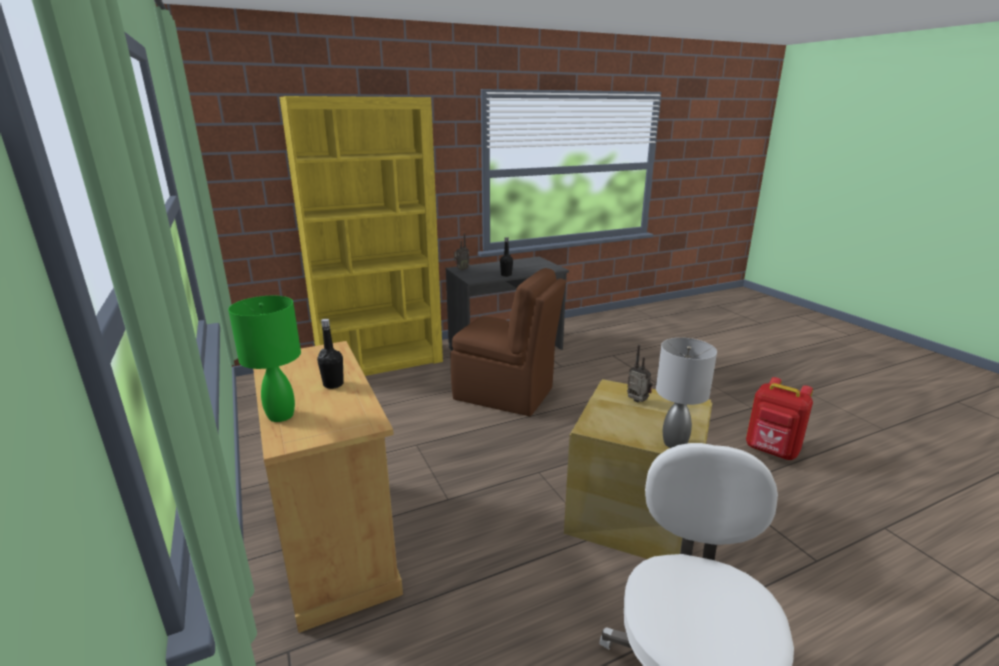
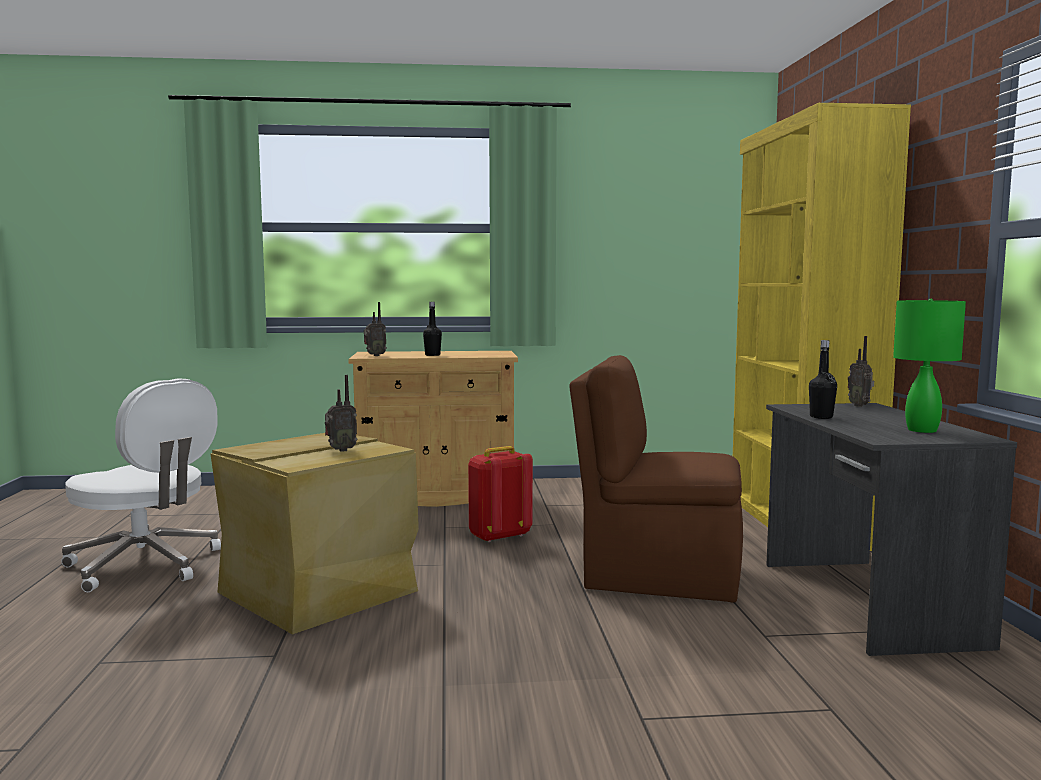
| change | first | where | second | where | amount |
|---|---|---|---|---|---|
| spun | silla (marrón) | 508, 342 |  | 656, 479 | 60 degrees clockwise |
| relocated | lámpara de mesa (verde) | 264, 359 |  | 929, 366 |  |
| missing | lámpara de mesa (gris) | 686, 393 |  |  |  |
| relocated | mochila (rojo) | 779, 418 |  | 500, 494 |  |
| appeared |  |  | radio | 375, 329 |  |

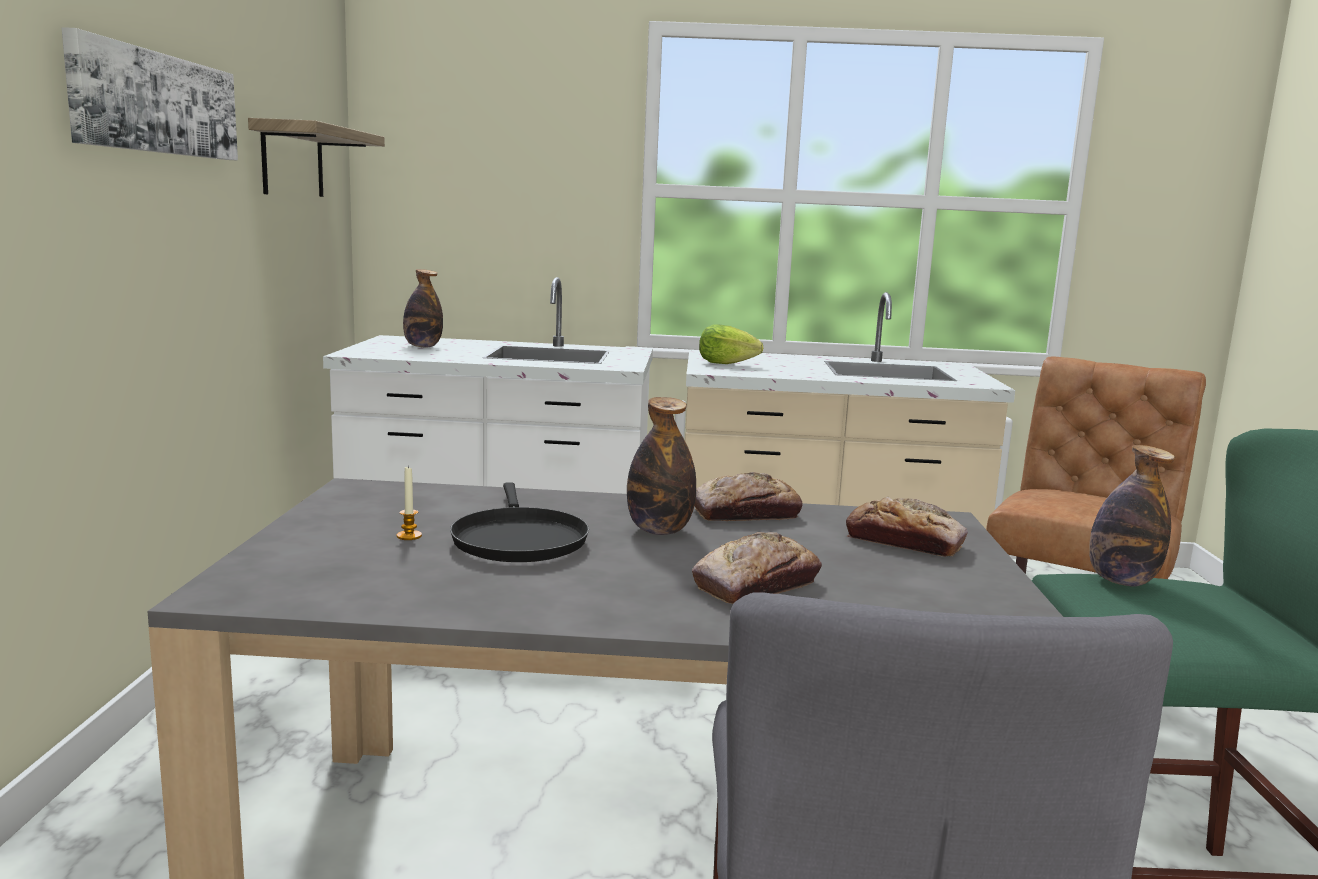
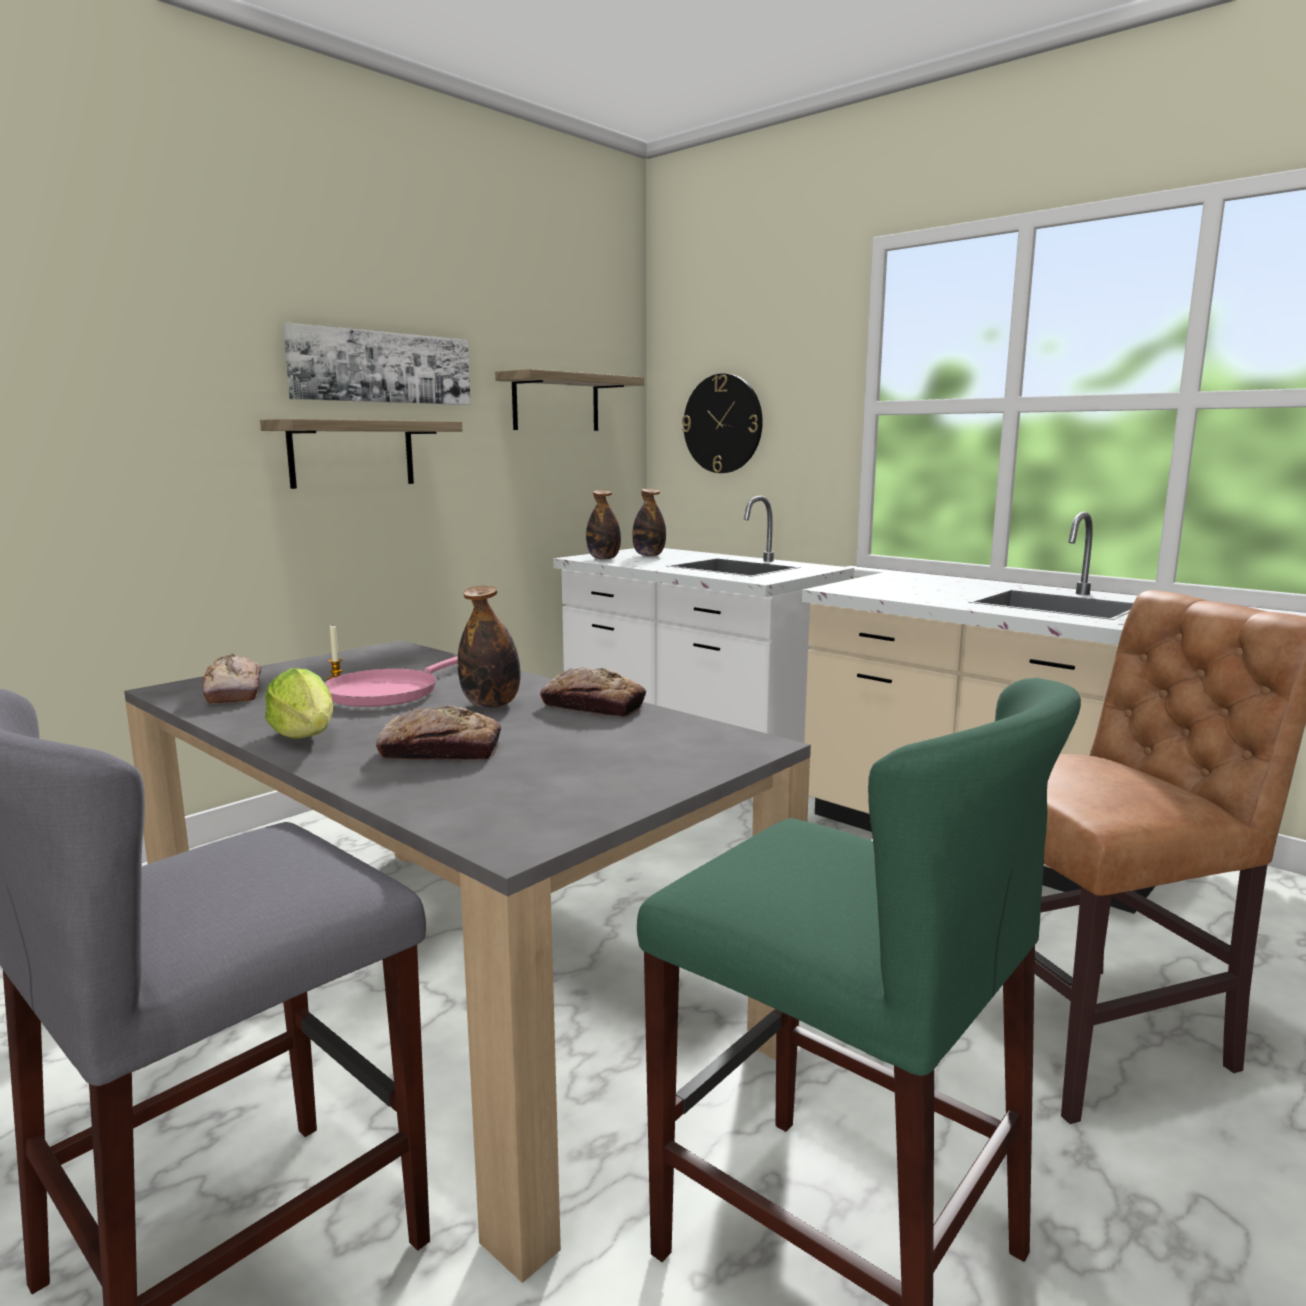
| change | first | where | second | where | amount |
|---|---|---|---|---|---|
| relocated | lechuga | 731, 344 |  | 299, 703 |  |
| relocated | botella | 1132, 515 |  | 603, 525 |  |
| colour | sartén (negro) | 519, 522 | sartén (rosa) | 391, 681 |  |
| relocated | pan | 907, 527 |  | 231, 678 |  |
| appeared |  |  | reloj de pared | 722, 423 |  |
| appeared |  |  | estante | 361, 454 |  |

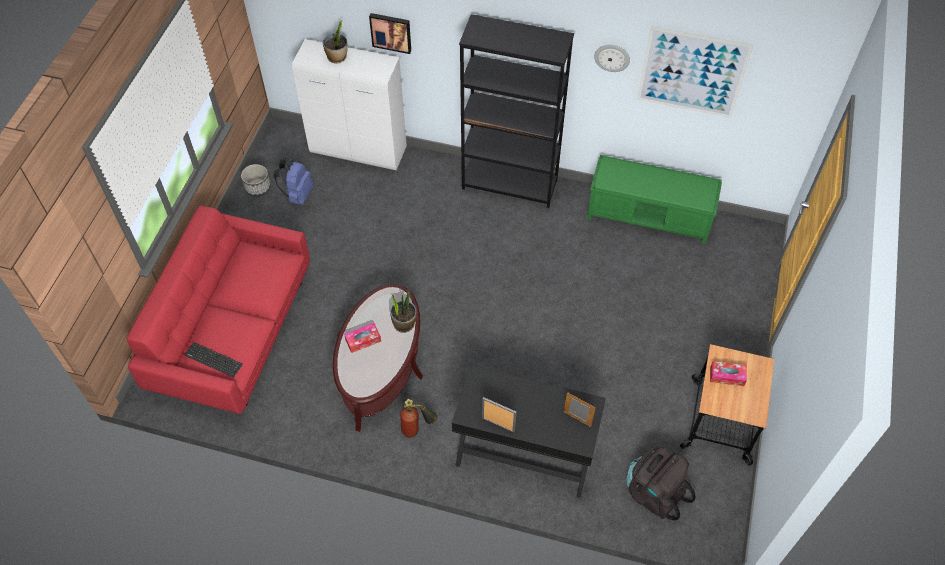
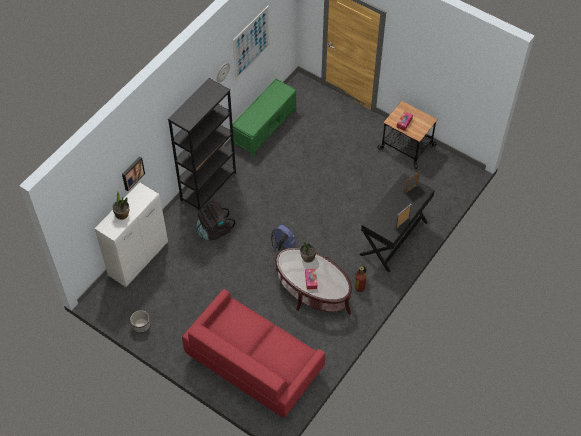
| change | first | where | second | where | amount |
|---|---|---|---|---|---|
| relocated | mochila (azul) | 293, 181 |  | 283, 238 |  |
| missing | teclado | 214, 359 |  |  |  |
| relocated | mochila (negro) | 661, 483 |  | 215, 220 |  |

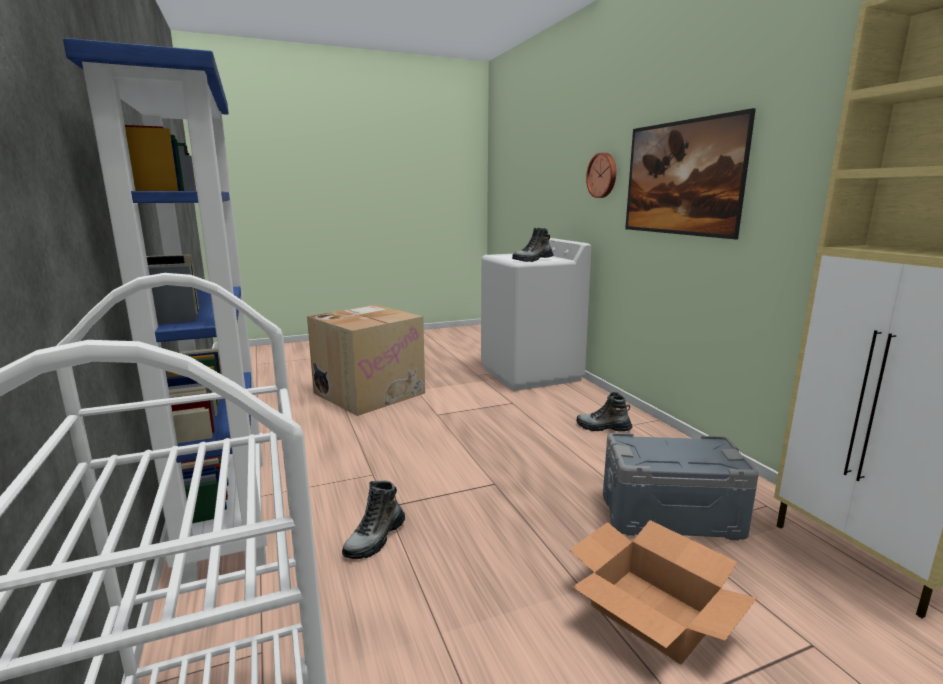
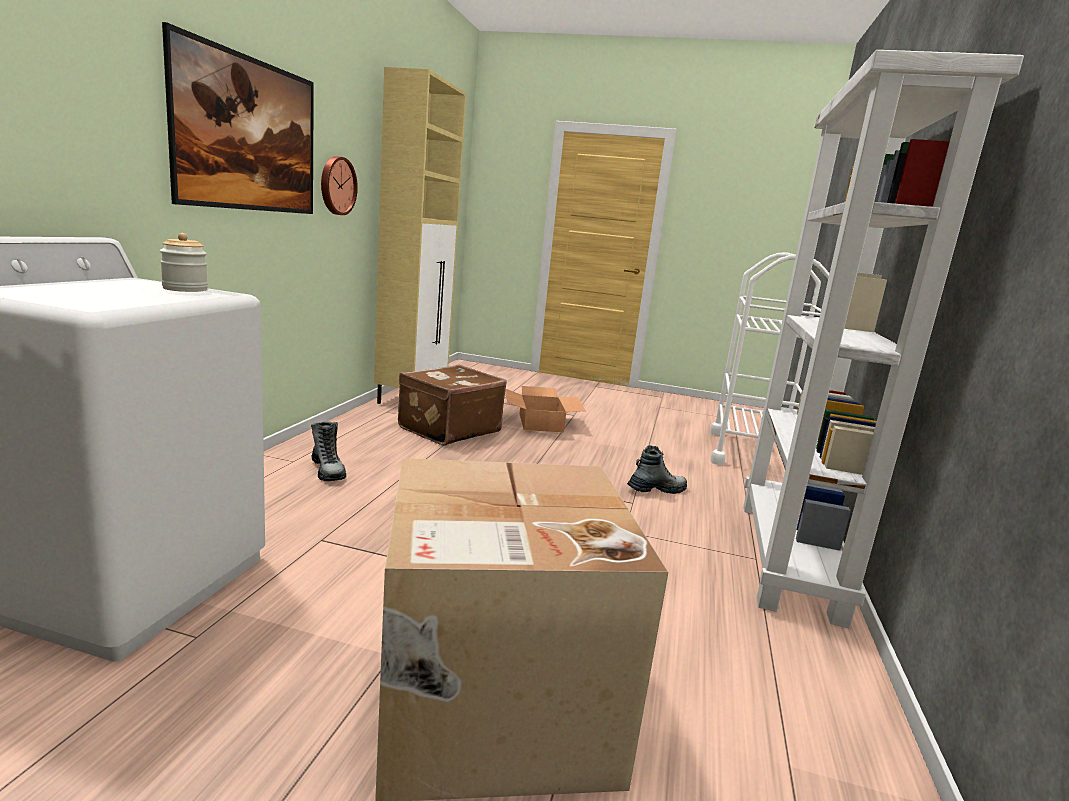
| change | first | where | second | where | amount |
|---|---|---|---|---|---|
| colour | estantería (azul) | 165, 311 | estantería (blanco) | 884, 339 |  |
| relocated | reloj de pared | 601, 175 |  | 339, 185 |  |
| exchanged | bota | 533, 244 | tarro | 184, 262 |  |
| exchanged | caja de almacenaje (gris) | 681, 486 | maleta (marrón) | 452, 405 |  |

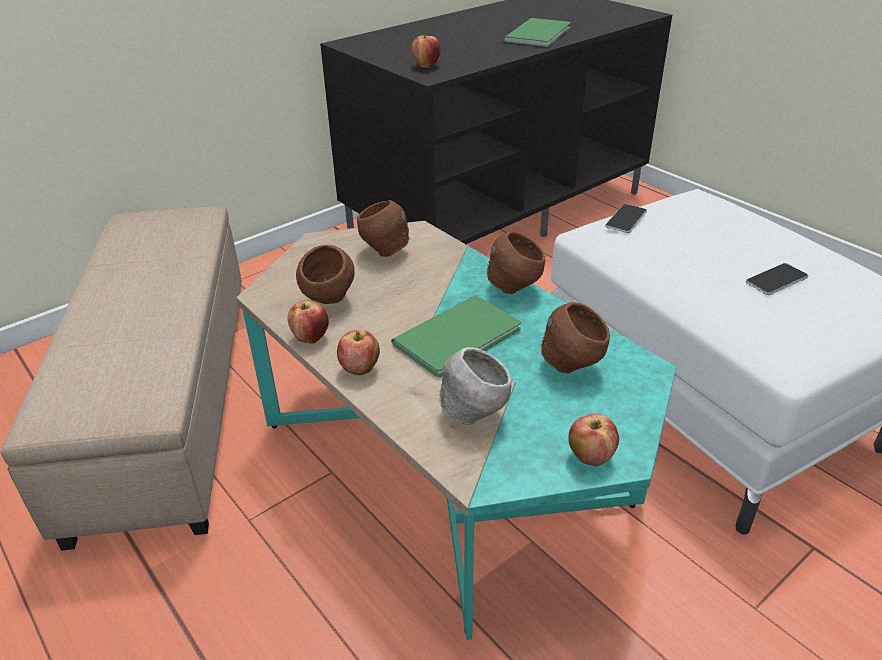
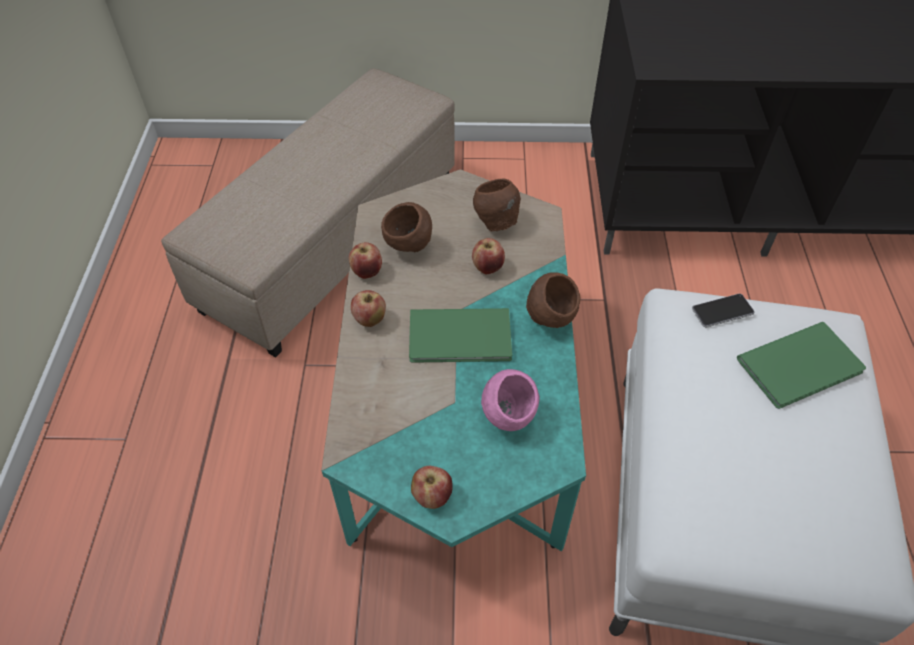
| change | first | where | second | where | amount |
|---|---|---|---|---|---|
| relocated | libro (verde) | 537, 32 |  | 801, 365 |  |
| relocated | manzana | 426, 51 |  | 488, 256 |  |
| missing | móvil | 777, 279 |  |  |  |
| colour | cuenco (marrón) | 575, 338 | cuenco (rosa) | 510, 400 |  |
| missing | cuenco (gris) | 475, 386 |  |  |  |

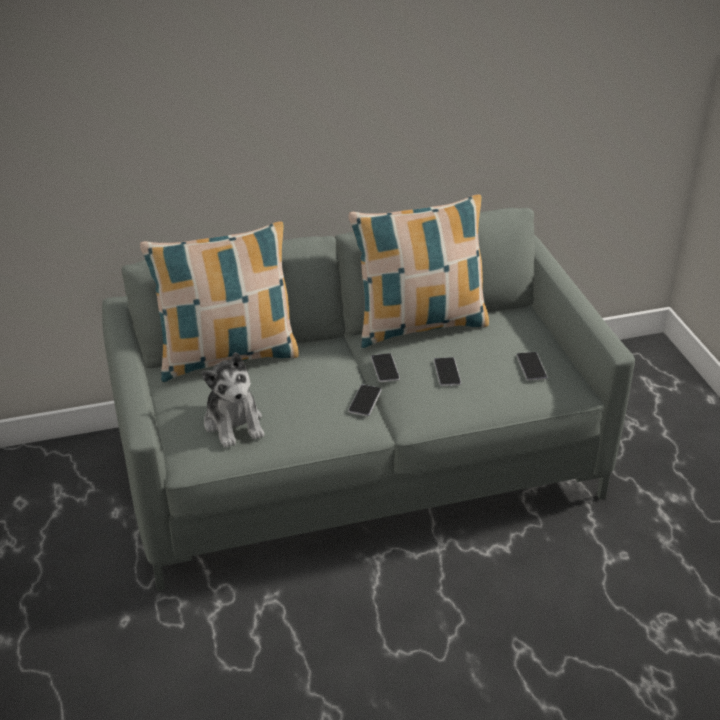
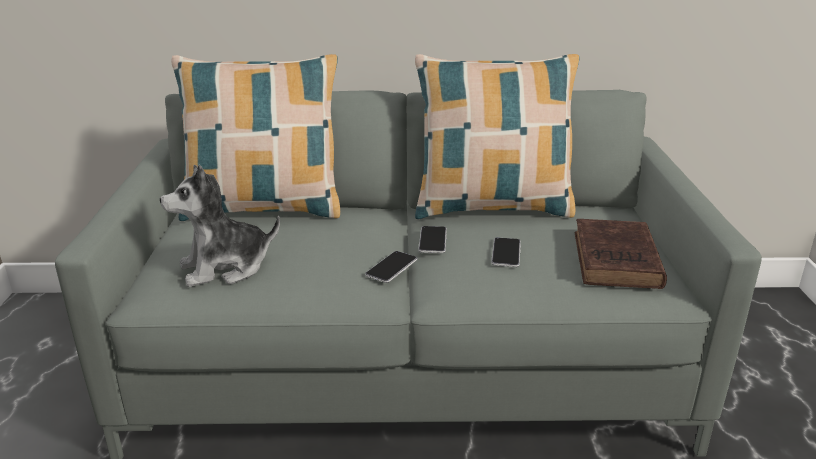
| change | first | where | second | where | amount |
|---|---|---|---|---|---|
| spun | peluche | 232, 400 |  | 220, 226 | 75 degrees clockwise |
| exchanged | móvil | 531, 366 | libro (marrón) | 620, 254 |  |

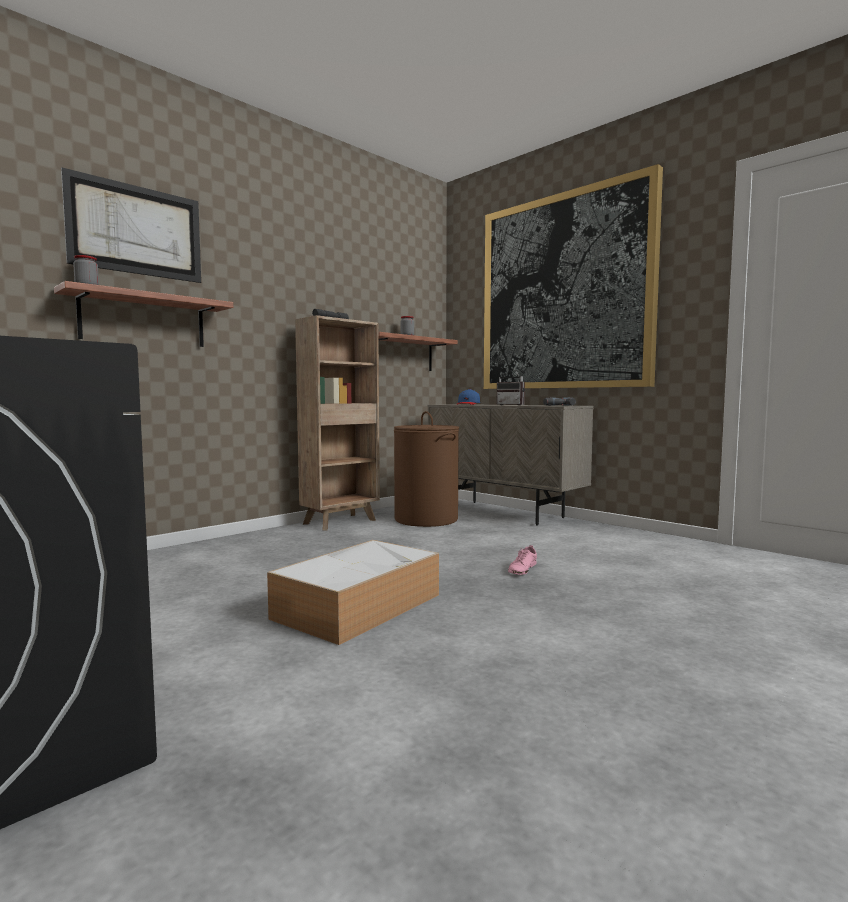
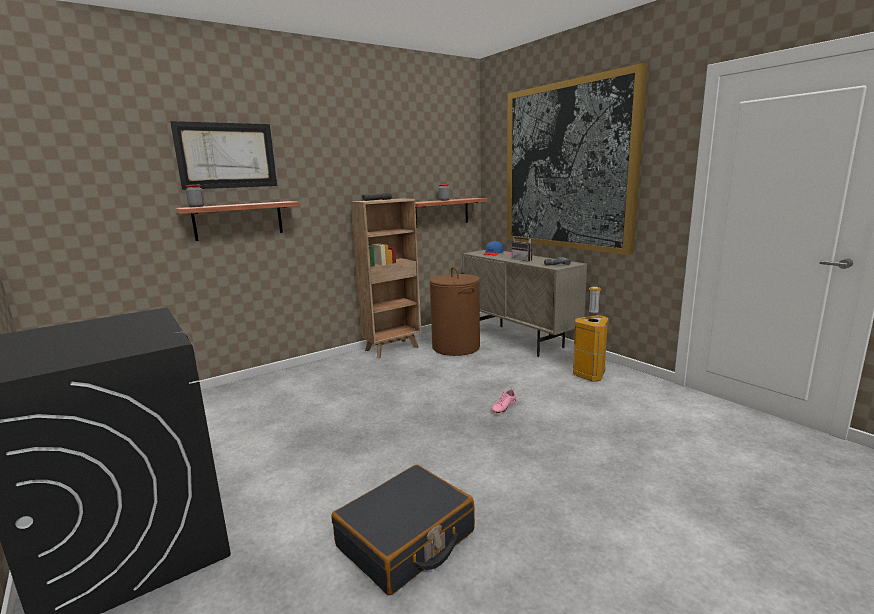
| change | first | where | second | where | amount |
|---|---|---|---|---|---|
| missing | caja de almacenaje | 353, 592 |  |  |  |
| appeared |  |  | papelera | 591, 334 |  |
| appeared |  |  | maleta (negro) | 403, 530 |  |

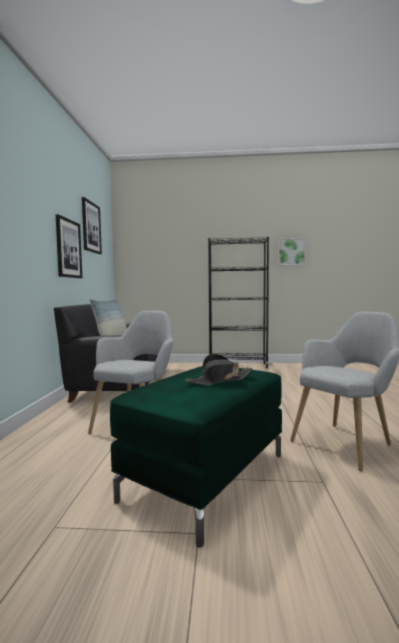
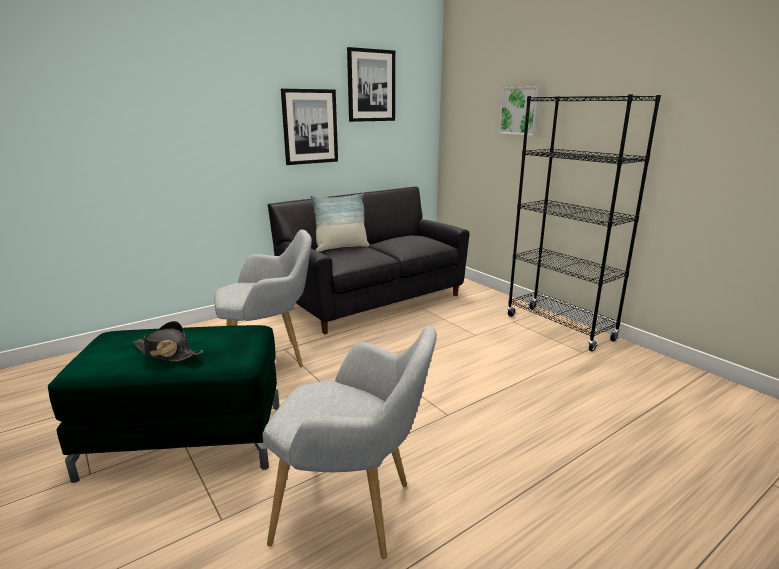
| change | first | where | second | where | amount |
|---|---|---|---|---|---|
| relocated | cuadro | 292, 252 |  | 520, 111 |  |

